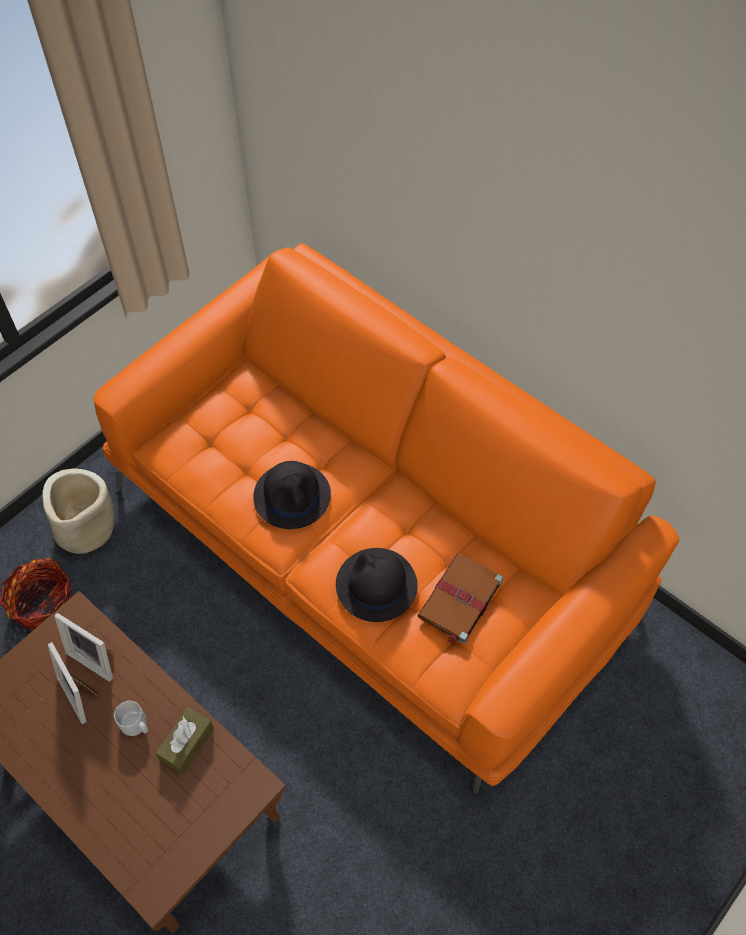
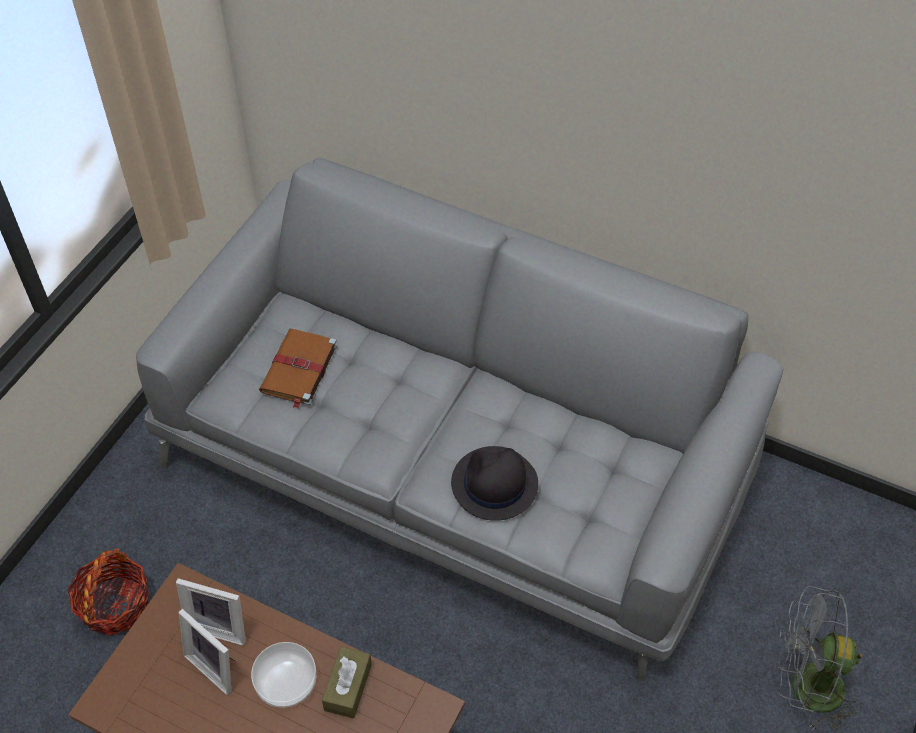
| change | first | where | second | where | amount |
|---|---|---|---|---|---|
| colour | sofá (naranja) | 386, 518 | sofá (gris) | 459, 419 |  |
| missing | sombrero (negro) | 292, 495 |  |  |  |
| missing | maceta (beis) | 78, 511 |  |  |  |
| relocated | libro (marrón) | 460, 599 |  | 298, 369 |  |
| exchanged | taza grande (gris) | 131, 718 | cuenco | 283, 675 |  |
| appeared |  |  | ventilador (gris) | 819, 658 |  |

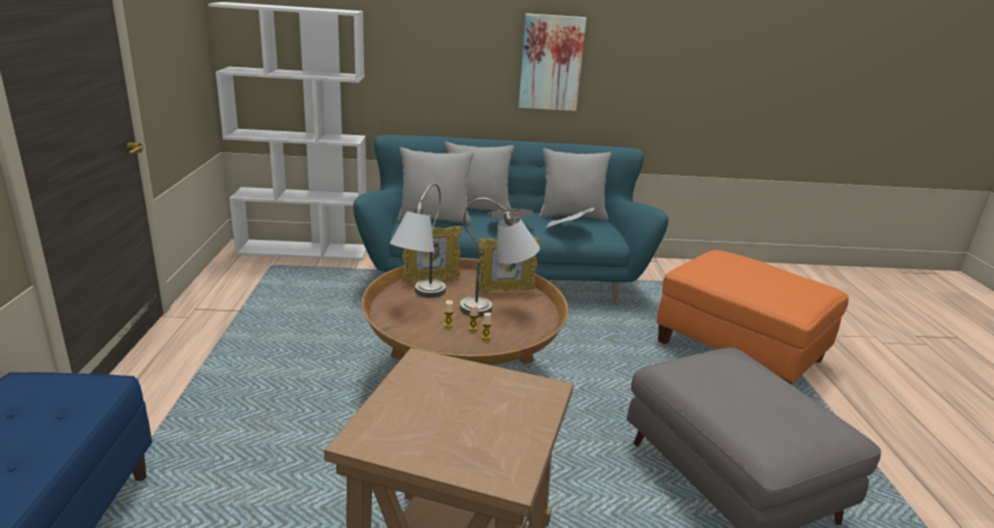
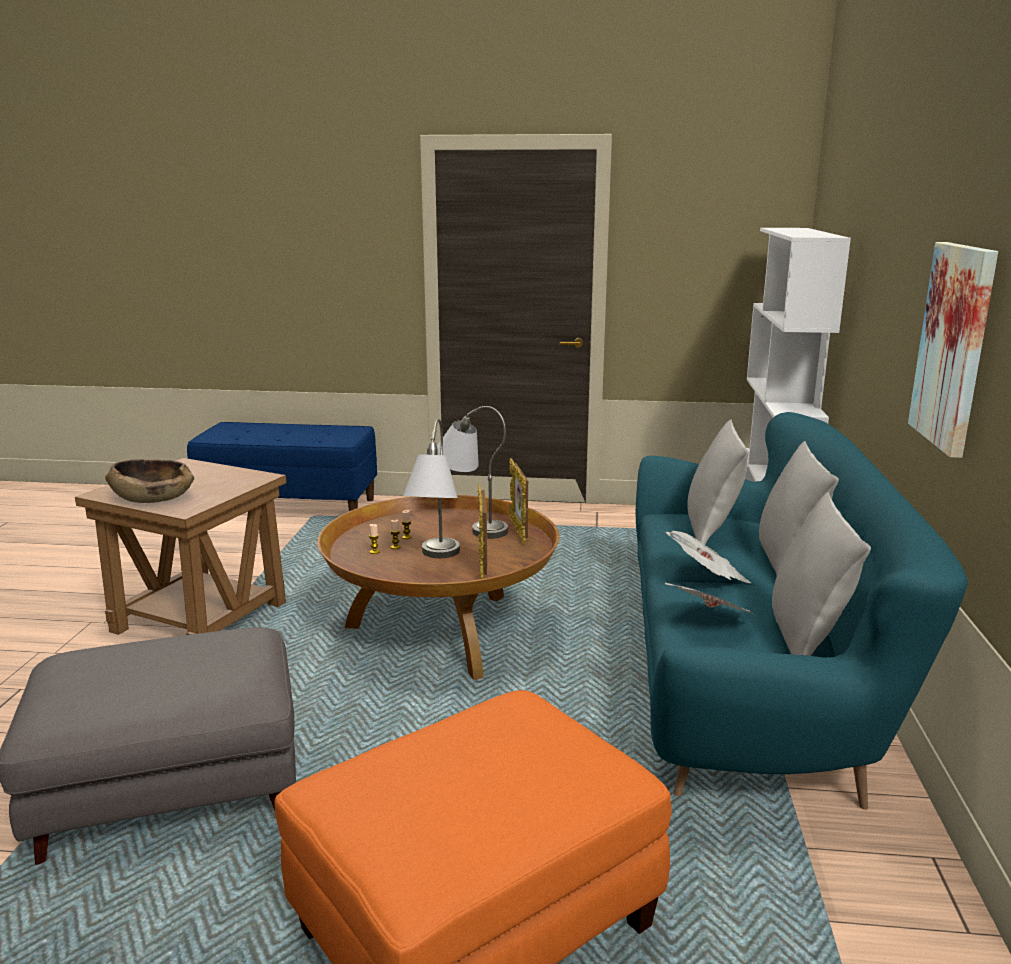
| change | first | where | second | where | amount |
|---|---|---|---|---|---|
| appeared |  |  | cuenco (marrón) | 149, 481 |  |

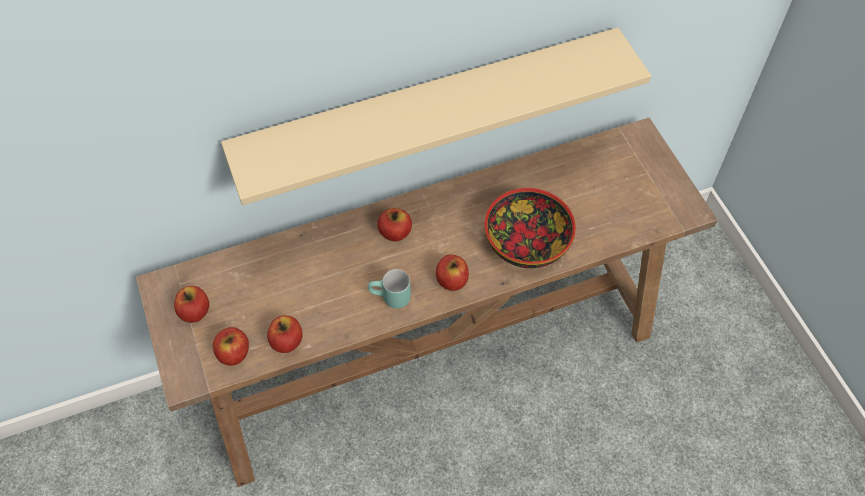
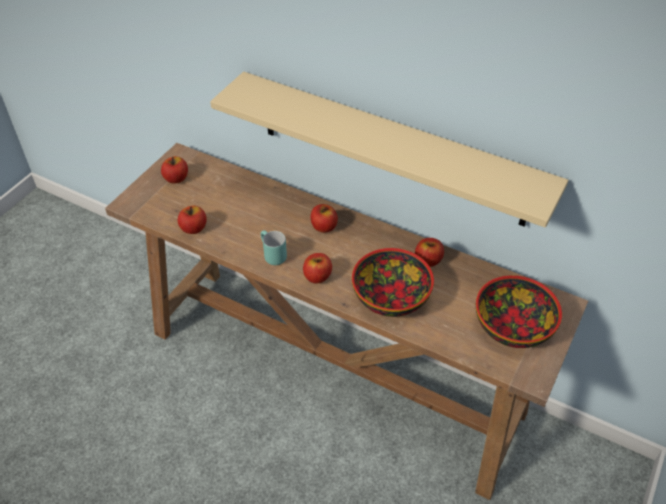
| change | first | where | second | where | amount |
|---|---|---|---|---|---|
| relocated | manzana | 231, 346 |  | 429, 252 |  |
| appeared |  |  | cuenco | 519, 311 |  |

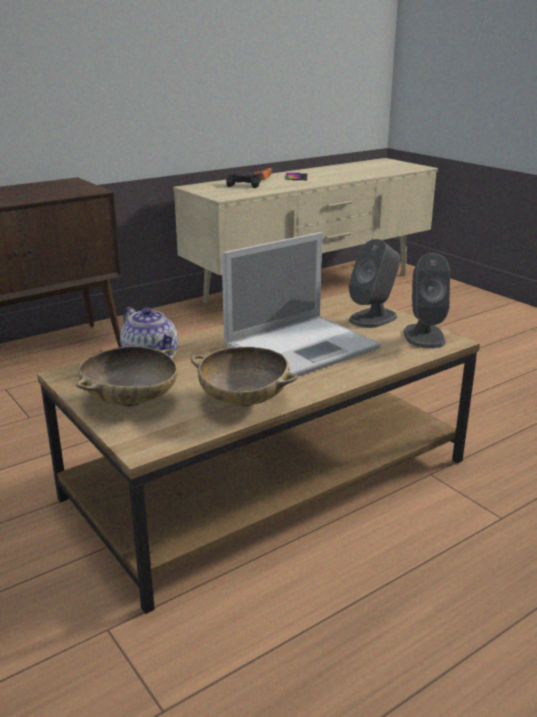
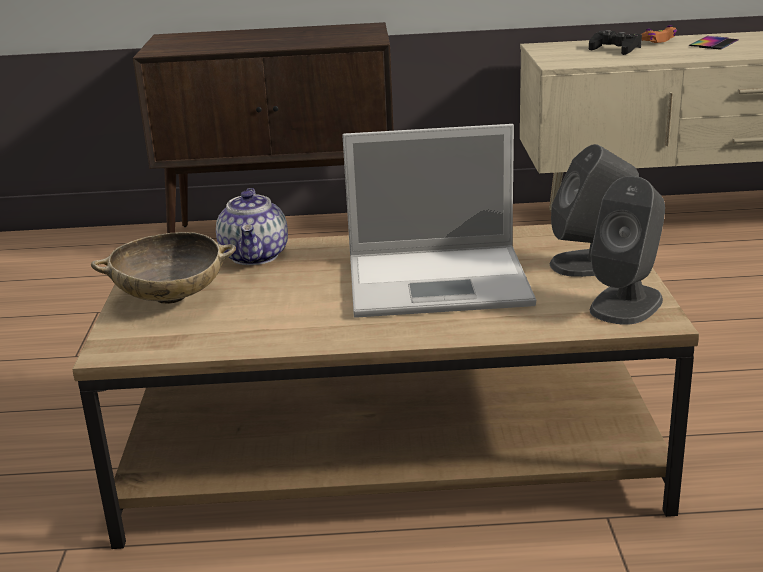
| change | first | where | second | where | amount |
|---|---|---|---|---|---|
| missing | cuenco (beis) | 244, 376 |  |  |  |

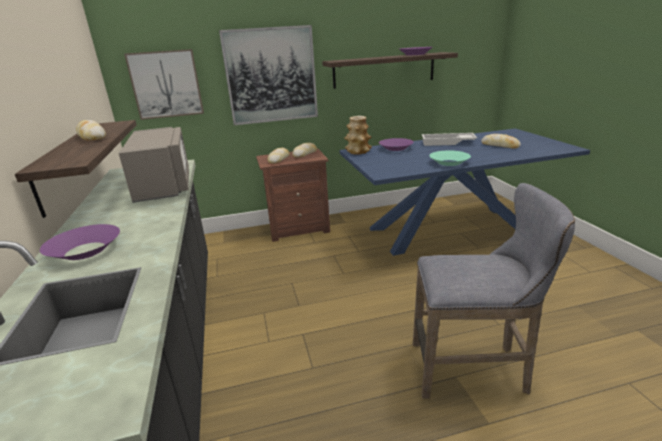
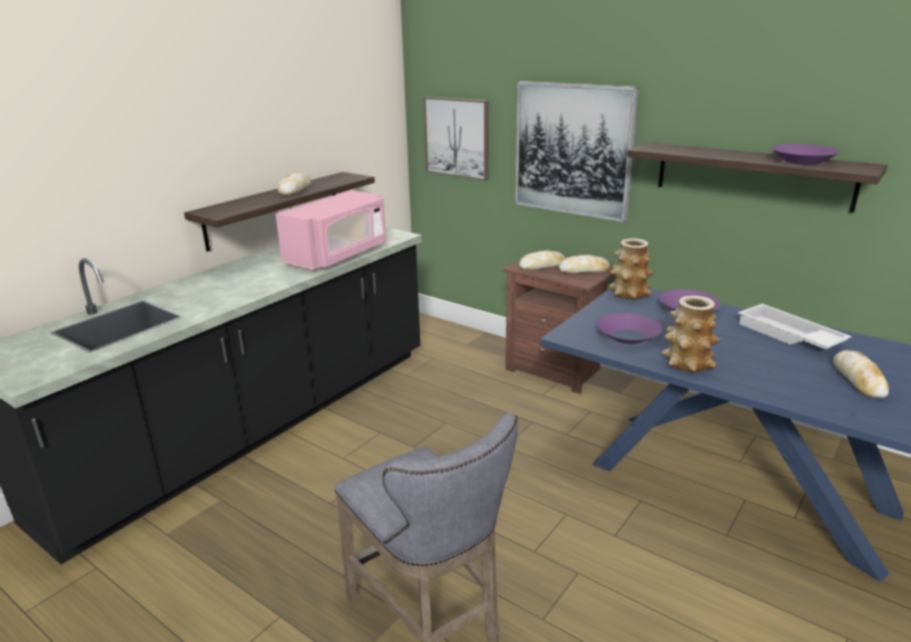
| change | first | where | second | where | amount |
|---|---|---|---|---|---|
| colour | microondas (gris) | 154, 165 | microondas (rosa) | 331, 230 |  |
| exchanged | cuenco (turquesa) | 450, 158 | florero | 690, 334 |  |
| relocated | cuenco (morado) | 80, 242 |  | 629, 328 |  |

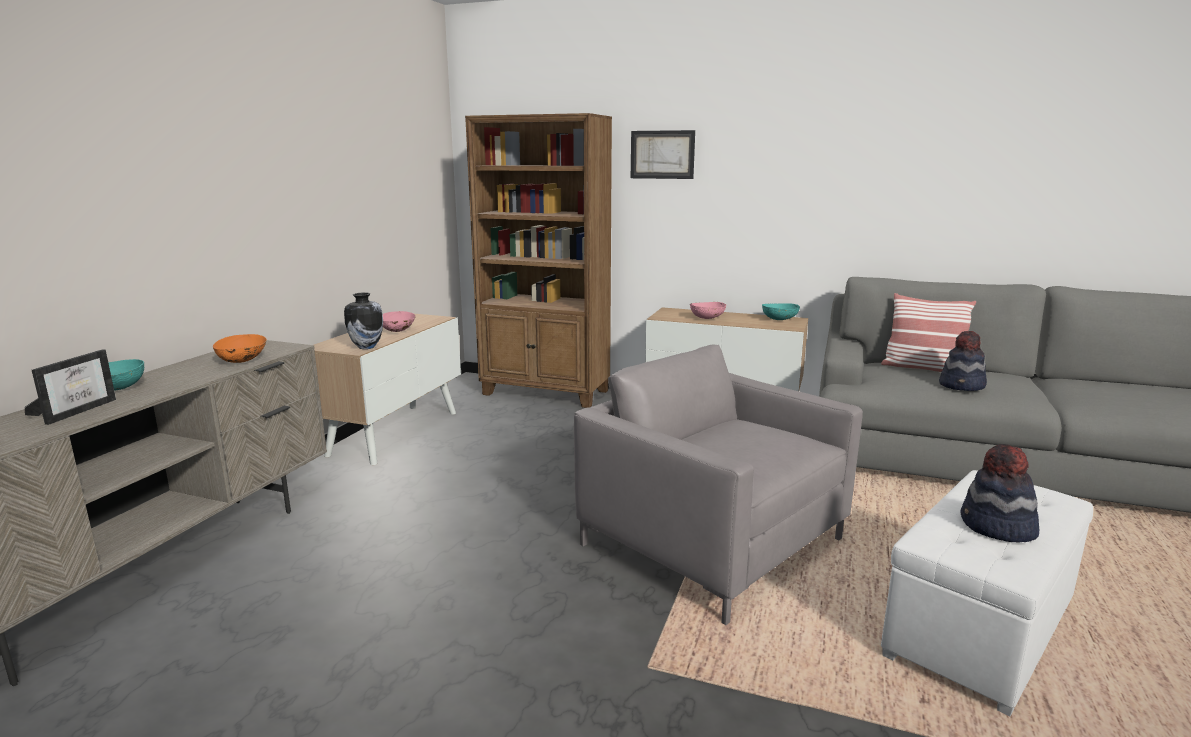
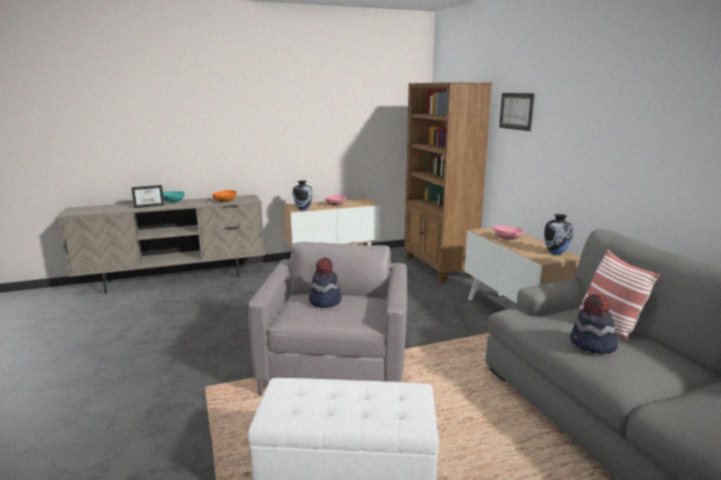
| change | first | where | second | where | amount |
|---|---|---|---|---|---|
| exchanged | cuenco (turquesa) | 781, 311 | florero | 558, 234 |  |
| relocated | sombrero | 1000, 493 |  | 325, 282 |  |

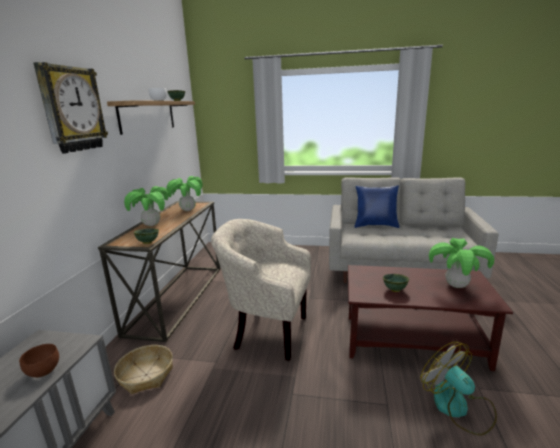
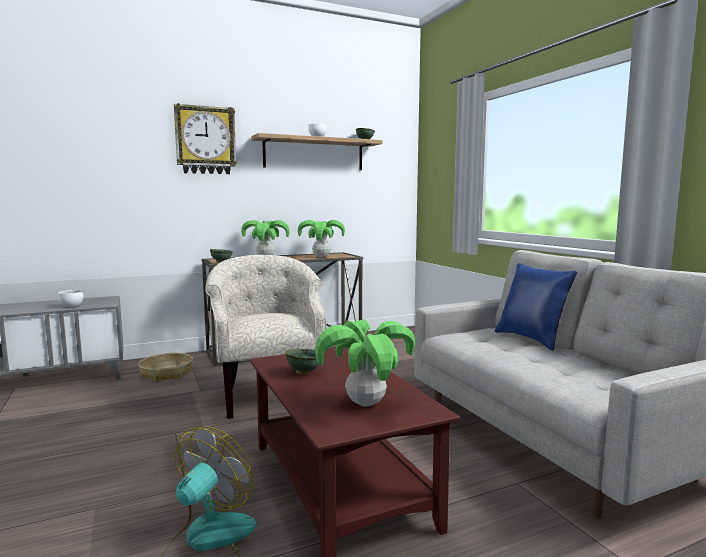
| change | first | where | second | where | amount |
|---|---|---|---|---|---|
| colour | cuenco (marrón) | 39, 361 | cuenco (blanco) | 71, 299 |  |

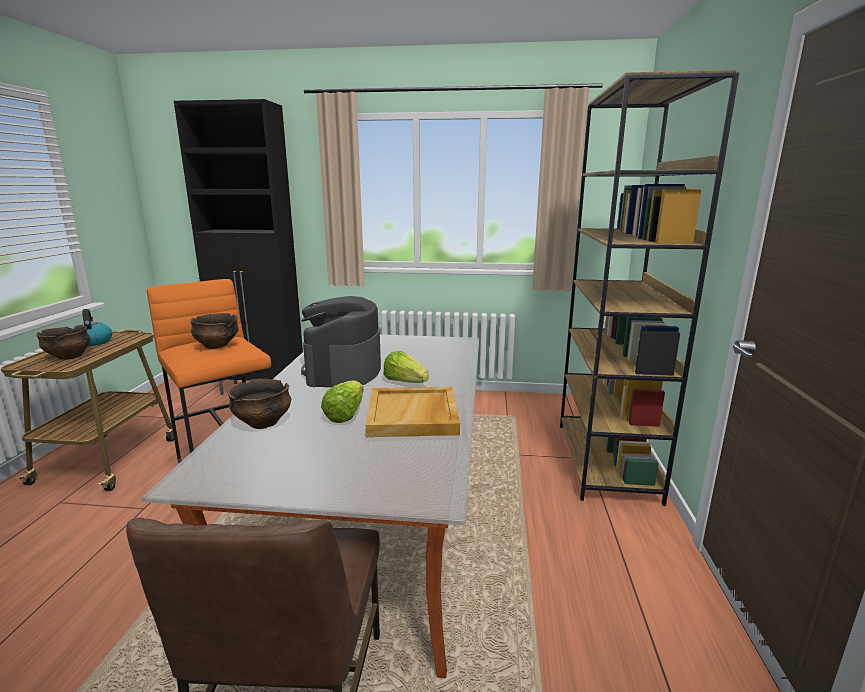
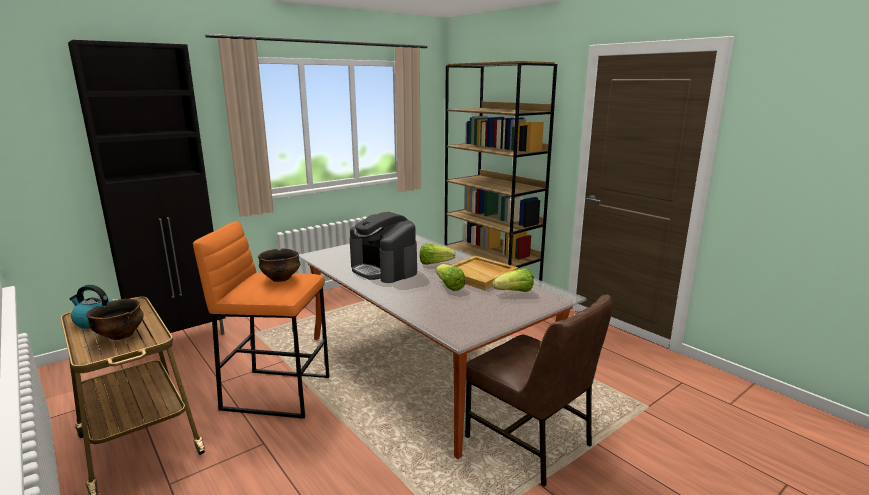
| change | first | where | second | where | amount |
|---|---|---|---|---|---|
| missing | cuenco | 259, 404 |  |  |  |
| appeared |  |  | lechuga | 512, 280 |  |

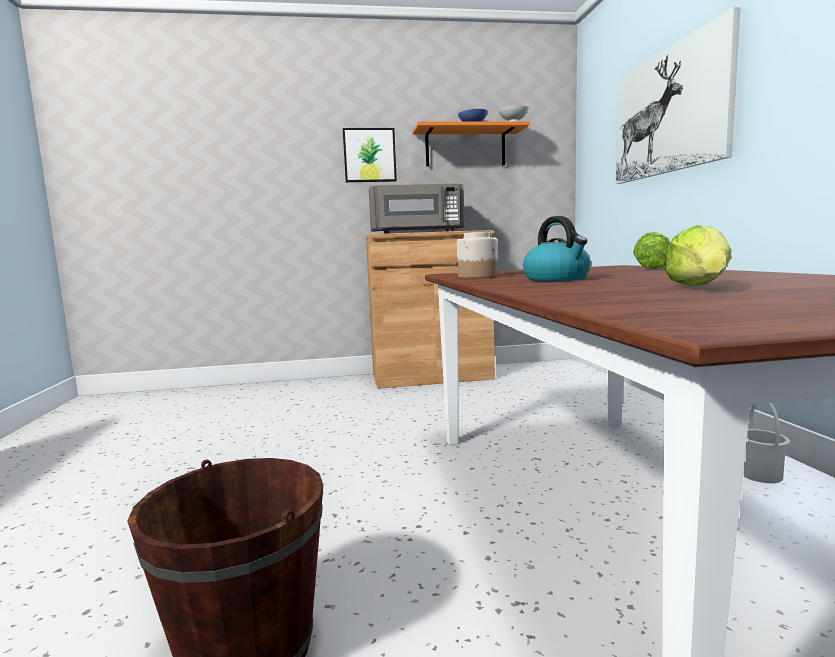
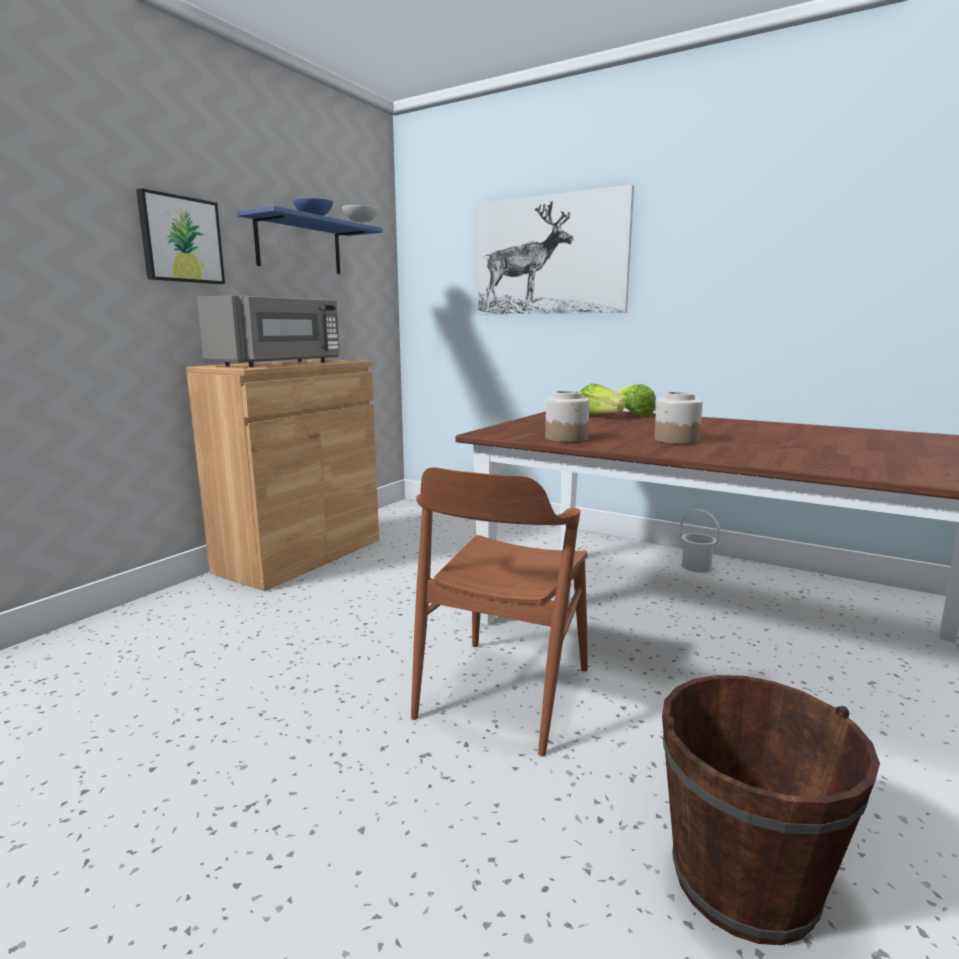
| change | first | where | second | where | amount |
|---|---|---|---|---|---|
| colour | estante (naranja) | 471, 144 | estante (azul) | 310, 240 |  |
| exchanged | hervidor | 557, 248 | tarro | 678, 418 |  |
| relocated | lechuga | 698, 255 |  | 602, 399 |  |
| appeared |  |  | silla (marrón) | 499, 611 |  |

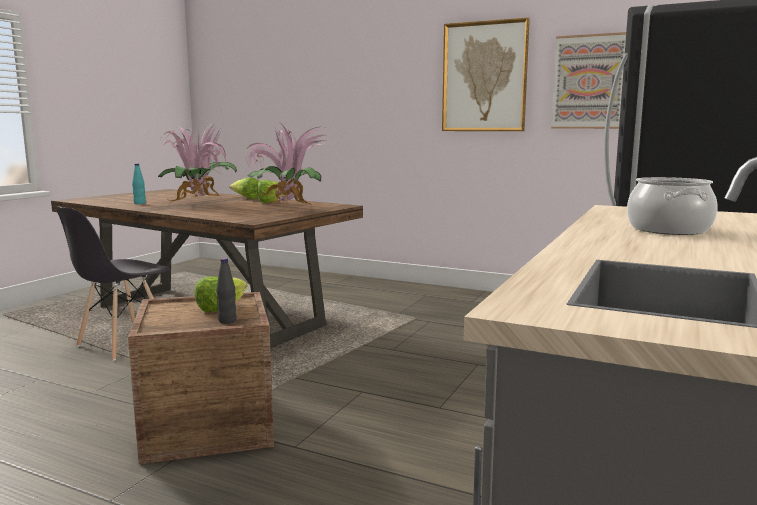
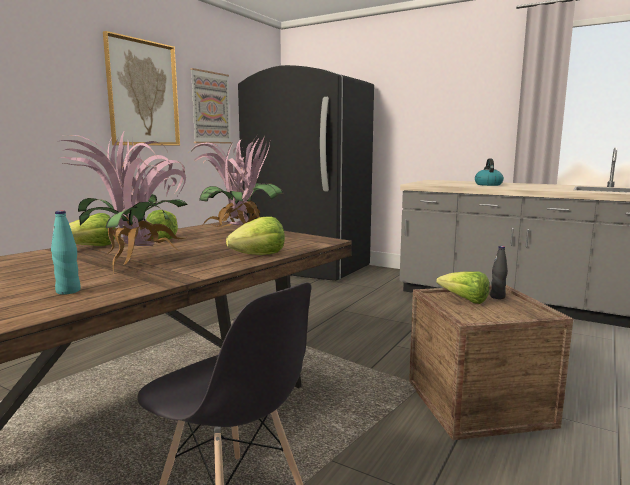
| change | first | where | second | where | amount |
|---|---|---|---|---|---|
| exchanged | olla | 672, 206 | hervidor | 489, 172 |  |
| appeared |  |  | lechuga | 255, 235 |  |

